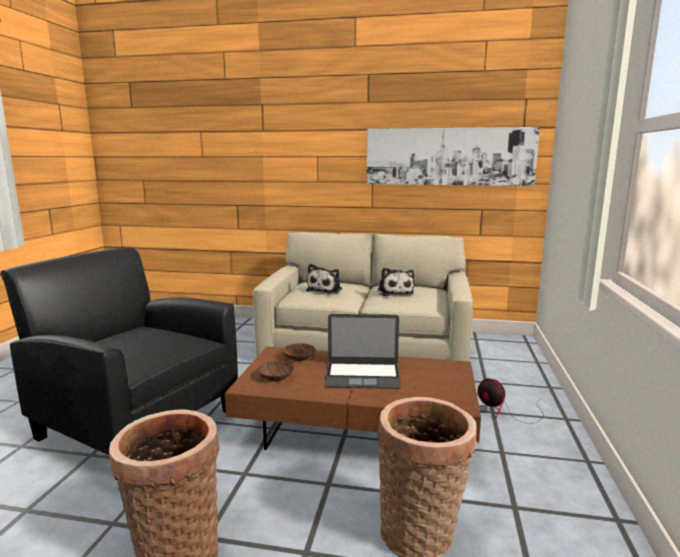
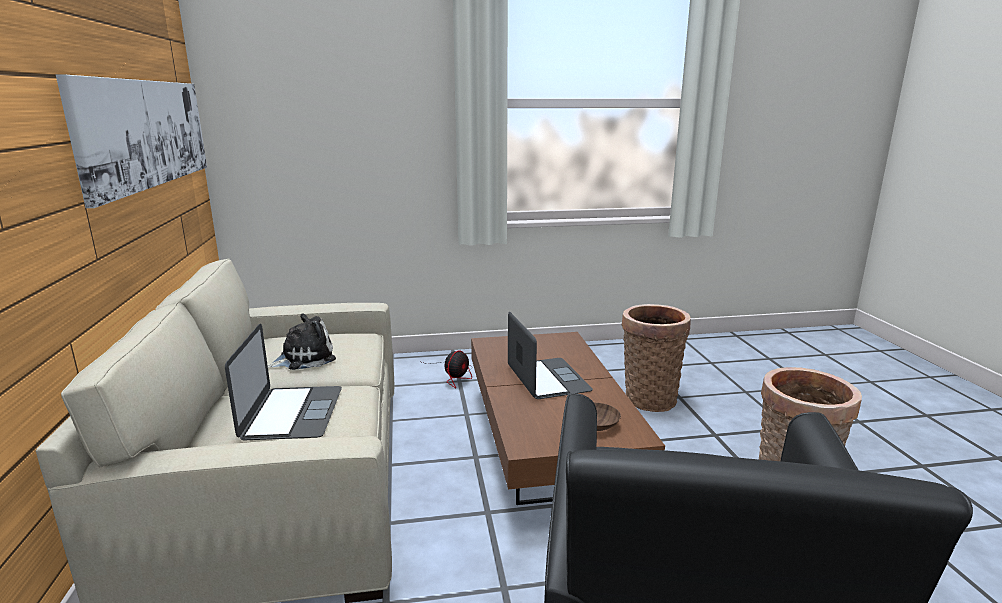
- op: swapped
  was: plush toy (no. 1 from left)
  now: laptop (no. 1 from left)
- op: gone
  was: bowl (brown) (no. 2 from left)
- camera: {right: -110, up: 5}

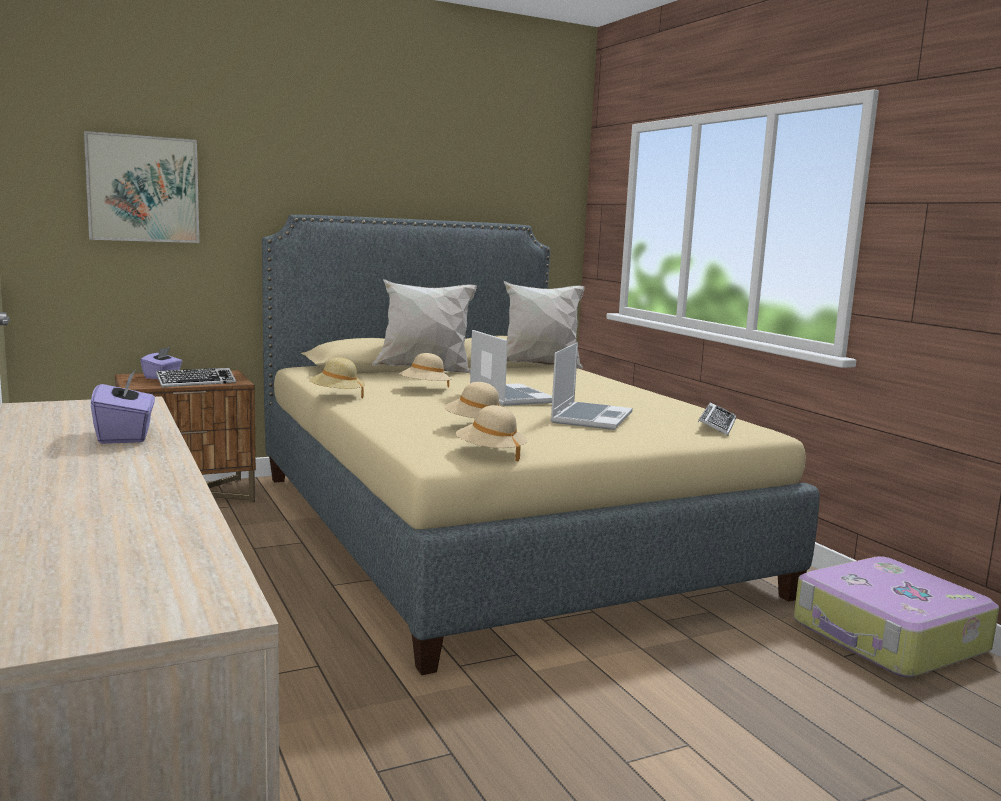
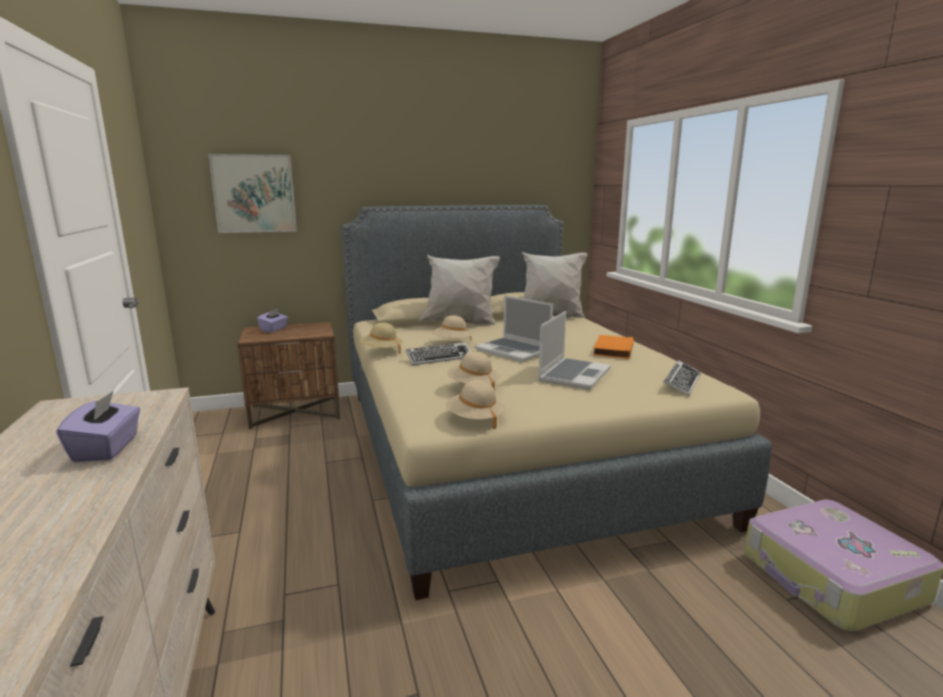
- op: shifted
  was: keyboard (no. 1 from left)
- op: rotated
  was: laptop (no. 1 from left)
  clockwise: 150
- op: new
  now: book (orange)
- camera: {right: 10, up: 5}

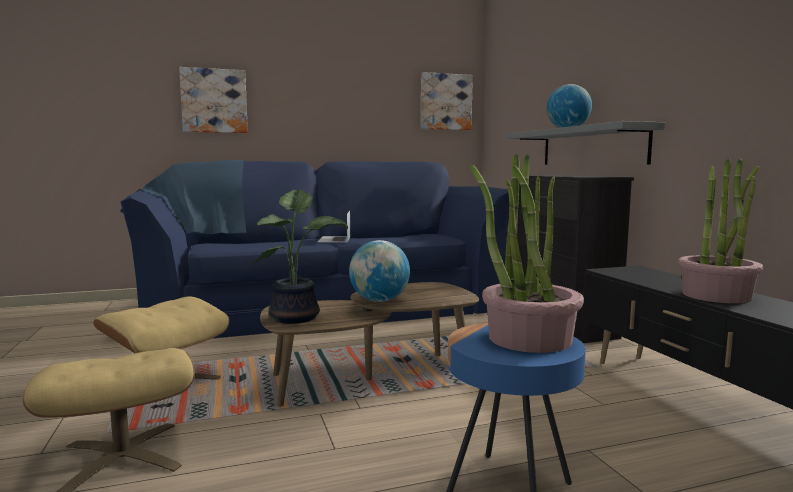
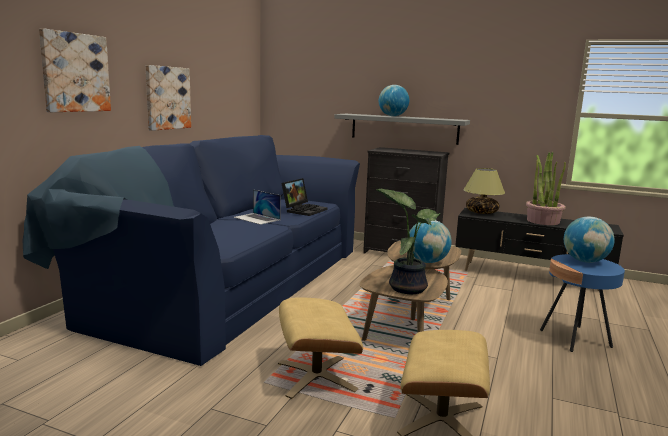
- op: shifted
  was: picture (no. 2 from left)
- op: new
  now: laptop (no. 2 from left)
- op: new
  now: table lamp
- op: swapped
  was: potted plant (no. 2 from left)
  now: globe (no. 3 from left)
- camera: {right: -50, up: 5}

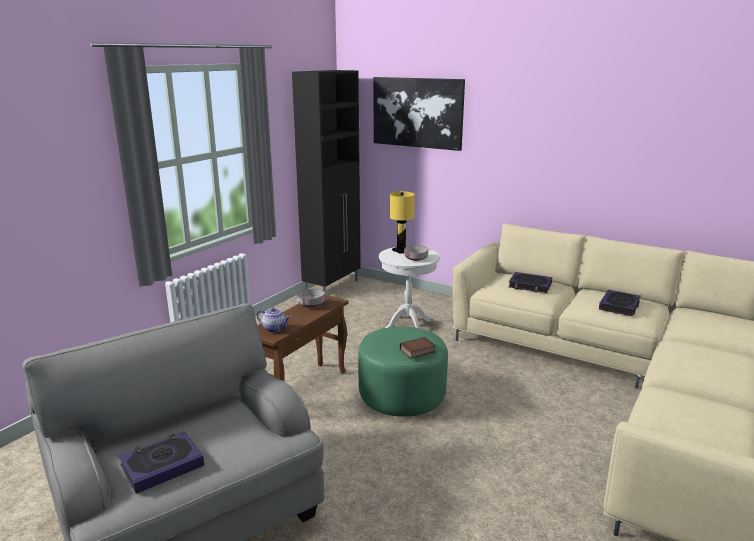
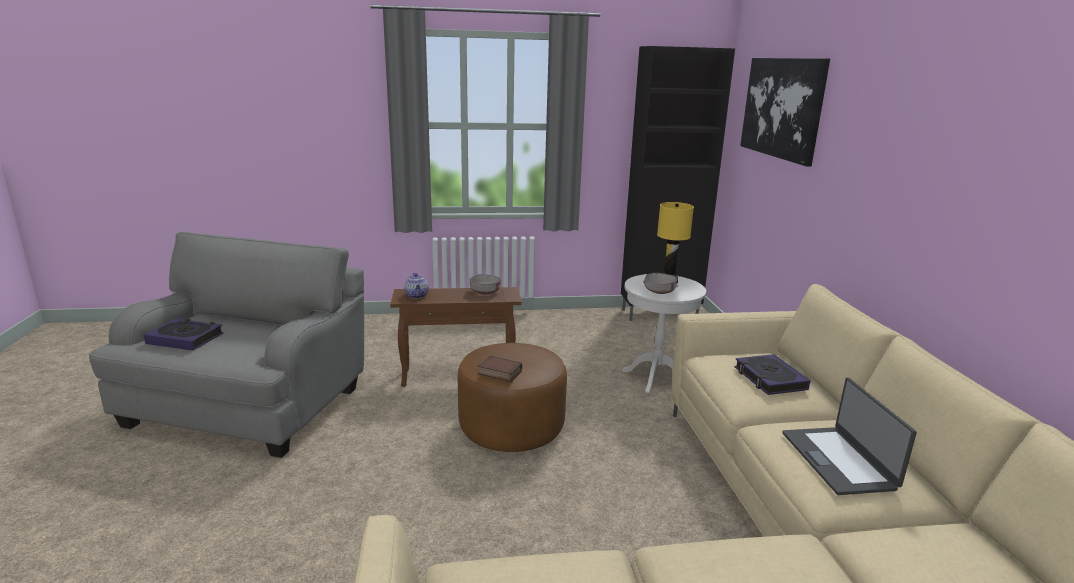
- op: repainted
  was: ottoman (green)
  now: ottoman (brown)
- op: swapped
  was: book (no. 4 from left)
  now: laptop
- camera: {right: 50, up: 0}

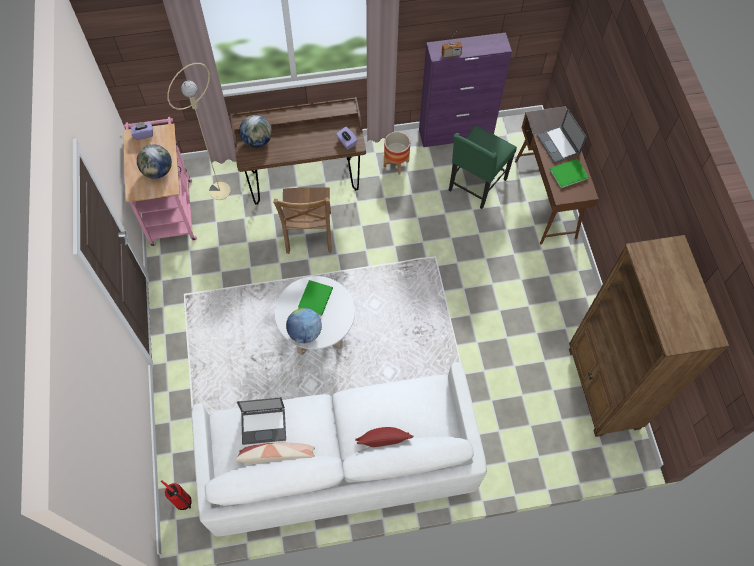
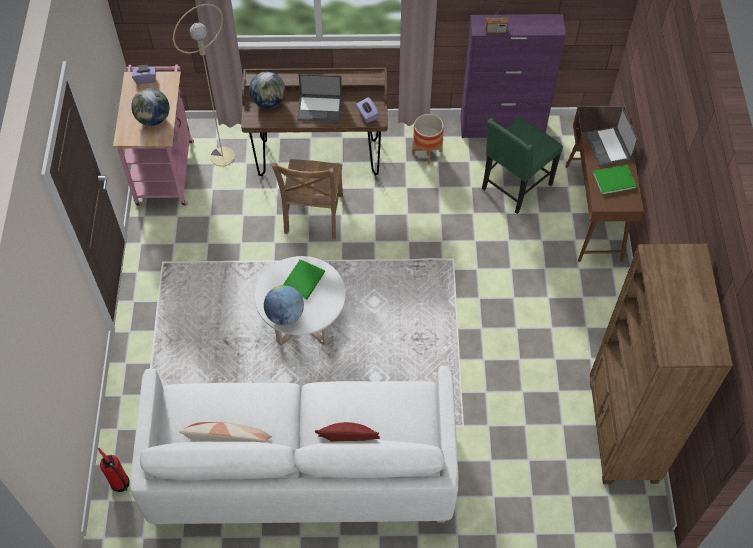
- op: shifted
  was: laptop (no. 1 from left)
- camera: {right: 10, up: -5}

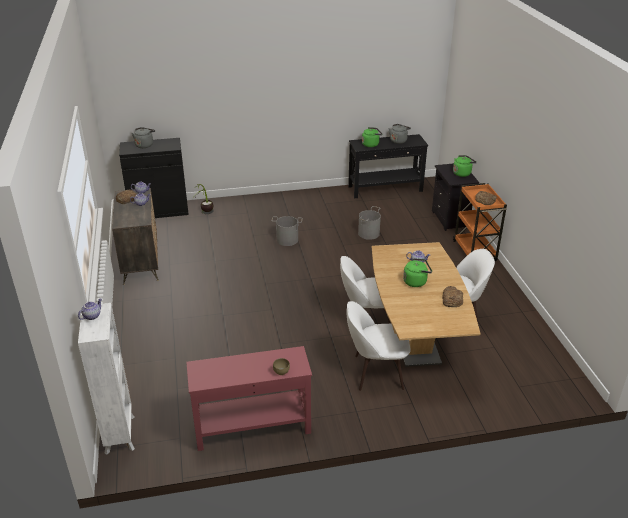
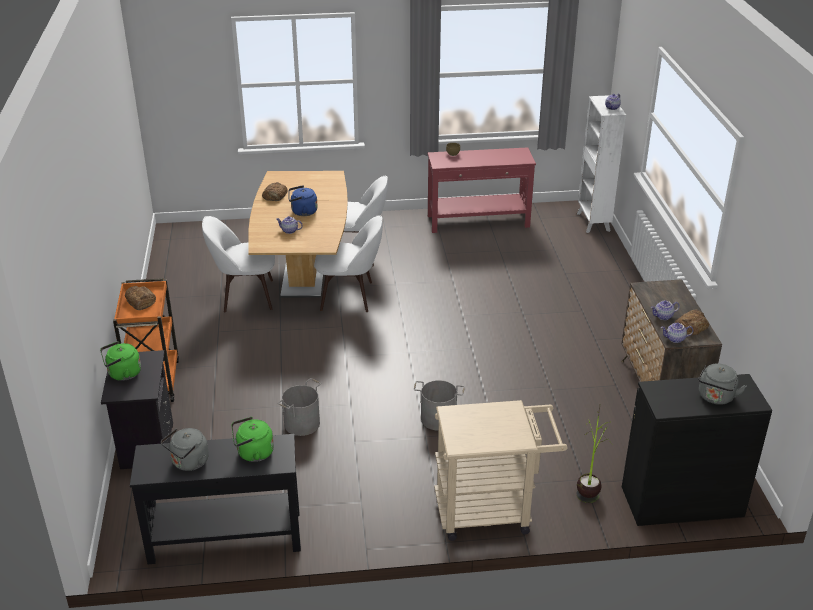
- op: repainted
  was: kettle (green) (no. 2 from left)
  now: kettle (blue)
- op: new
  now: cart (beige)
- camera: {right: -175, up: 0}

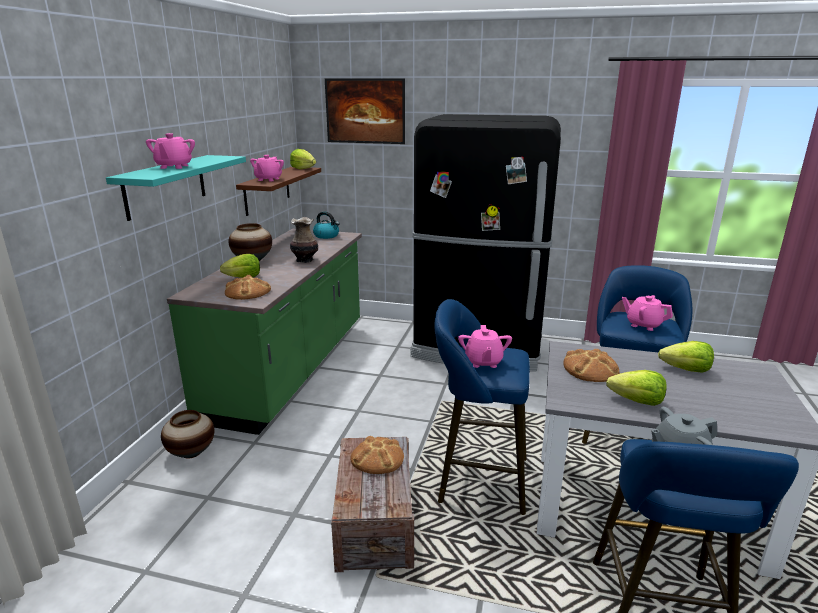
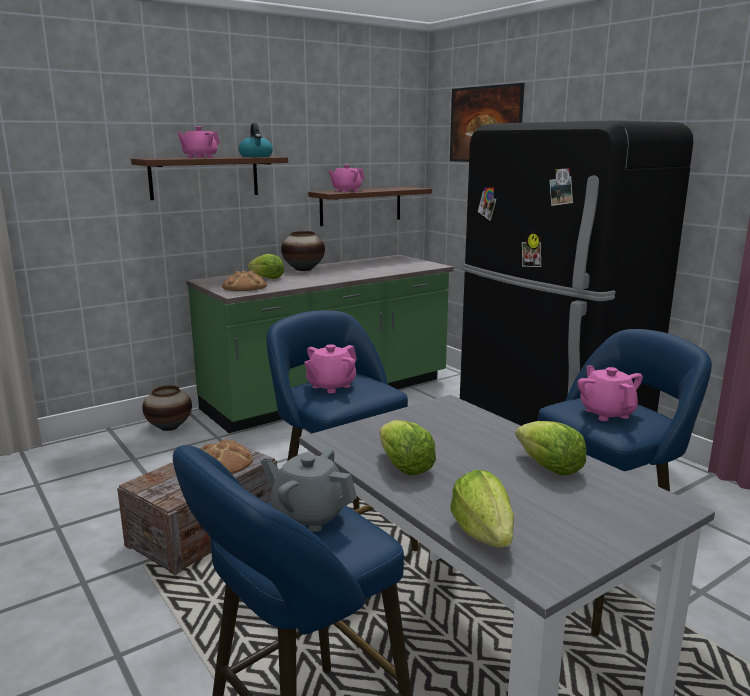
- op: repainted
  was: shelf (turquoise)
  now: shelf (brown) (no. 1 from left)
- op: shifted
  was: kettle
- op: shifted
  was: lettuce (no. 2 from left in the first image)
  now: lettuce (no. 3 from left)
- op: gone
  was: vase (no. 3 from left)
- op: gone
  was: bread (no. 3 from left)
- camera: {right: 40, up: -5}

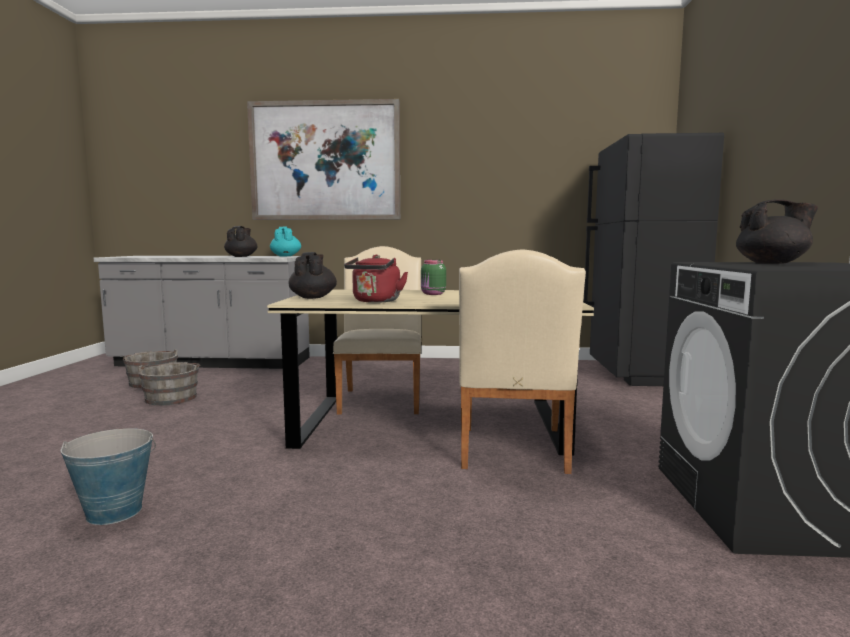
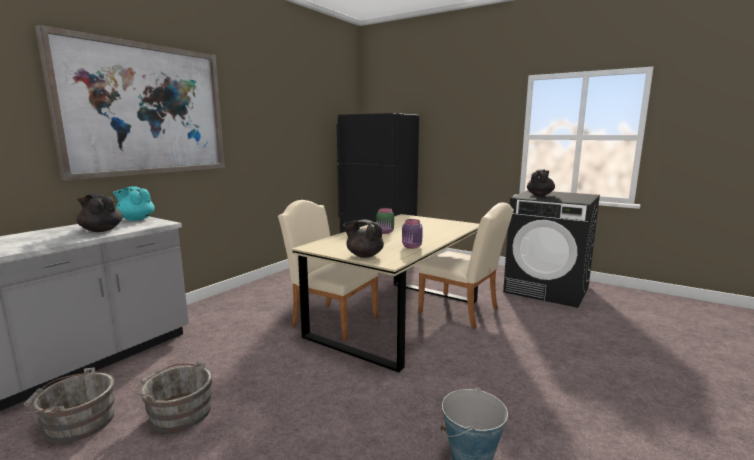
- op: swapped
  was: kettle (red)
  now: jar (purple)
- camera: {right: -60, up: 5}

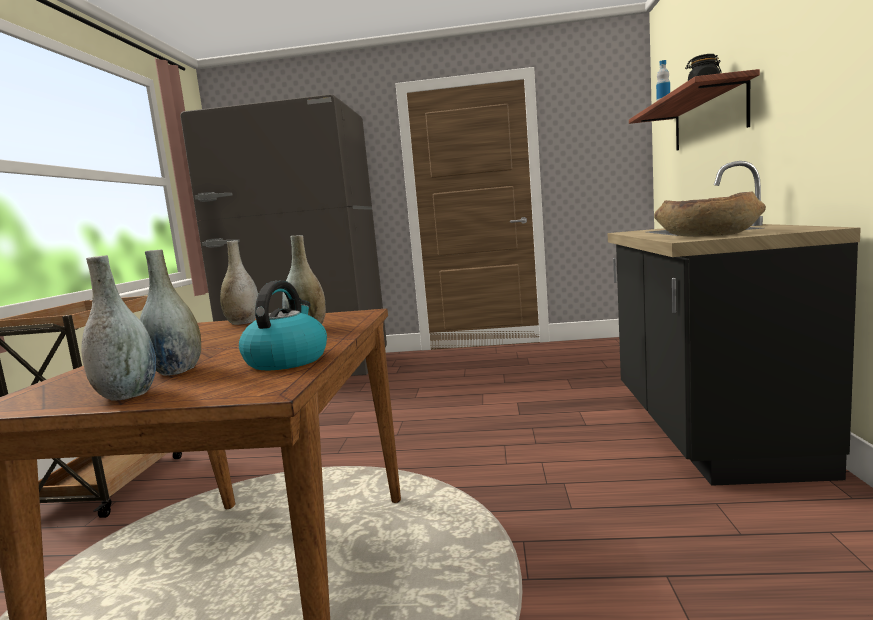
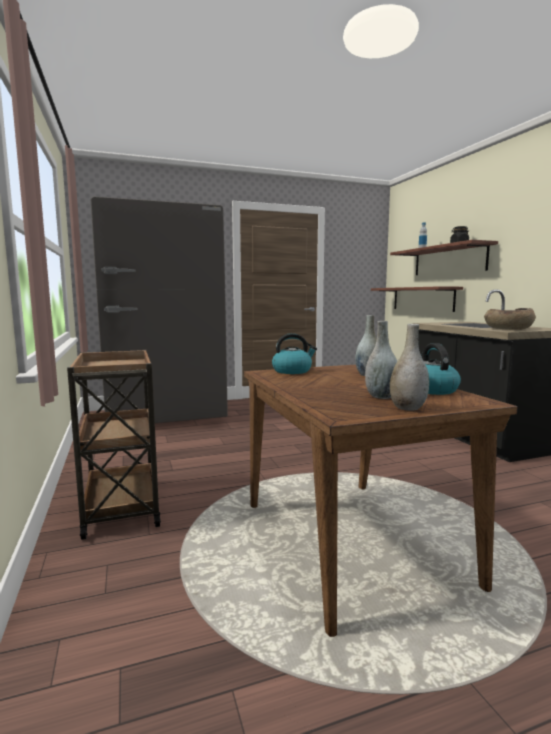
- op: swapped
  was: vase (grey) (no. 3 from left)
  now: kettle (no. 1 from left)
- op: new
  now: shelf (no. 1 from left)
- camera: {right: -25, up: 0}

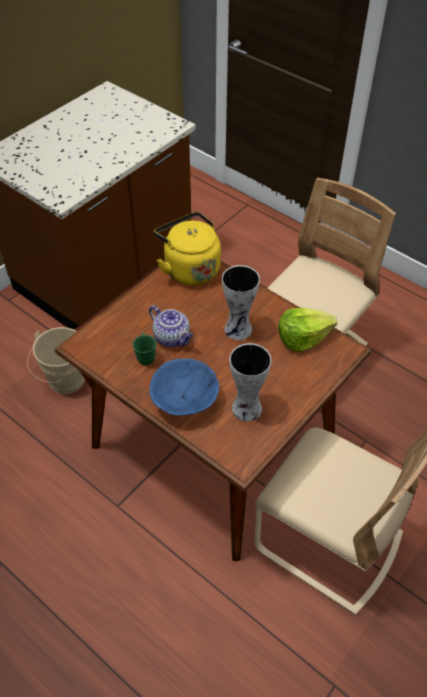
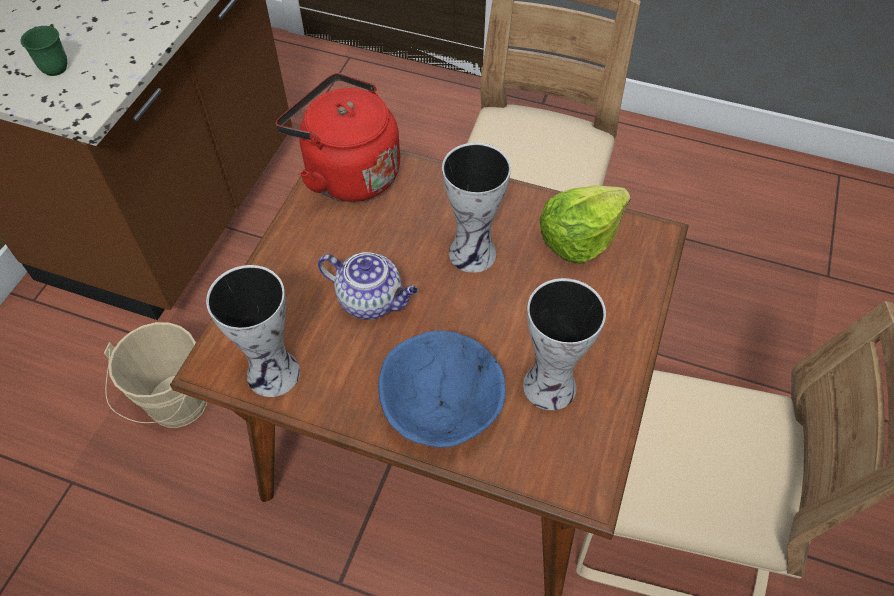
- op: shifted
  was: mug (green)
- op: new
  now: vase (no. 1 from left)
- op: repainted
  was: kettle (yellow)
  now: kettle (red)
- camera: {right: -20, up: 5}

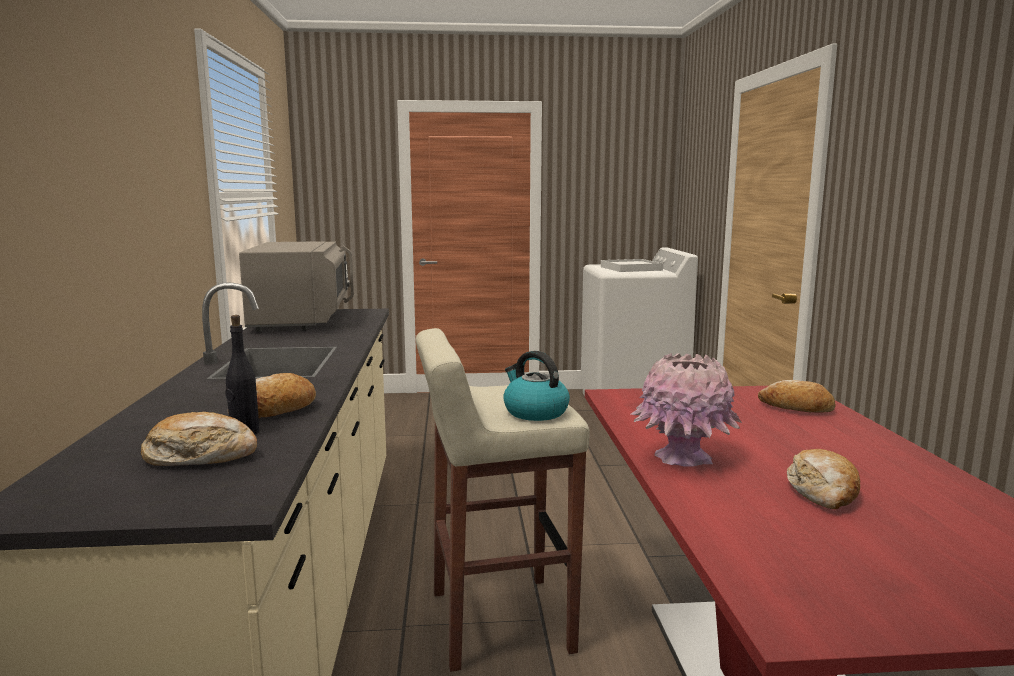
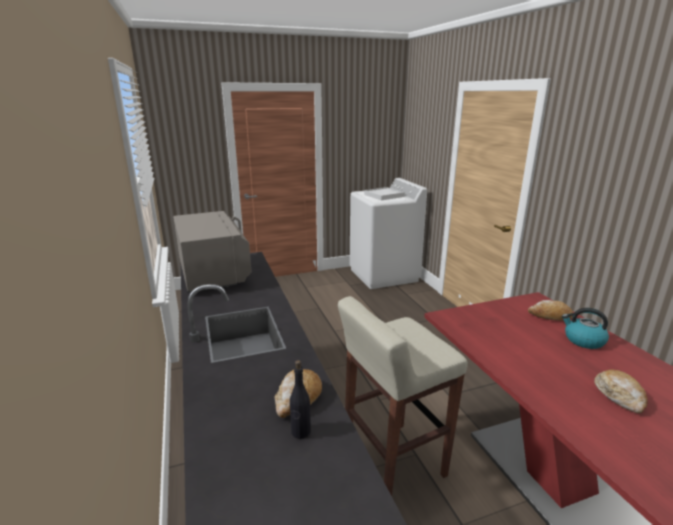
- op: shifted
  was: kettle
- op: gone
  was: bread (no. 1 from left)
- op: gone
  was: vase (pink)
- camera: {right: -15, up: 10}

